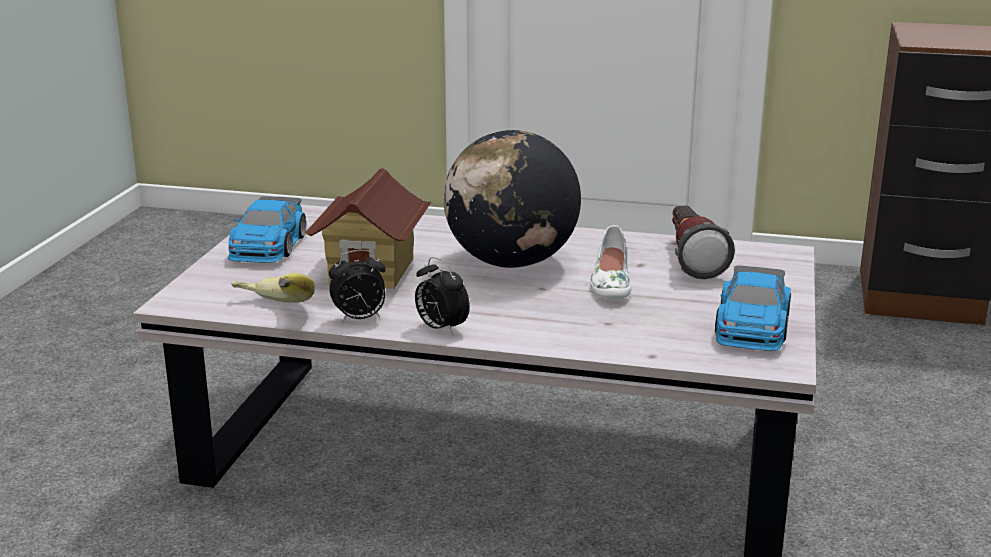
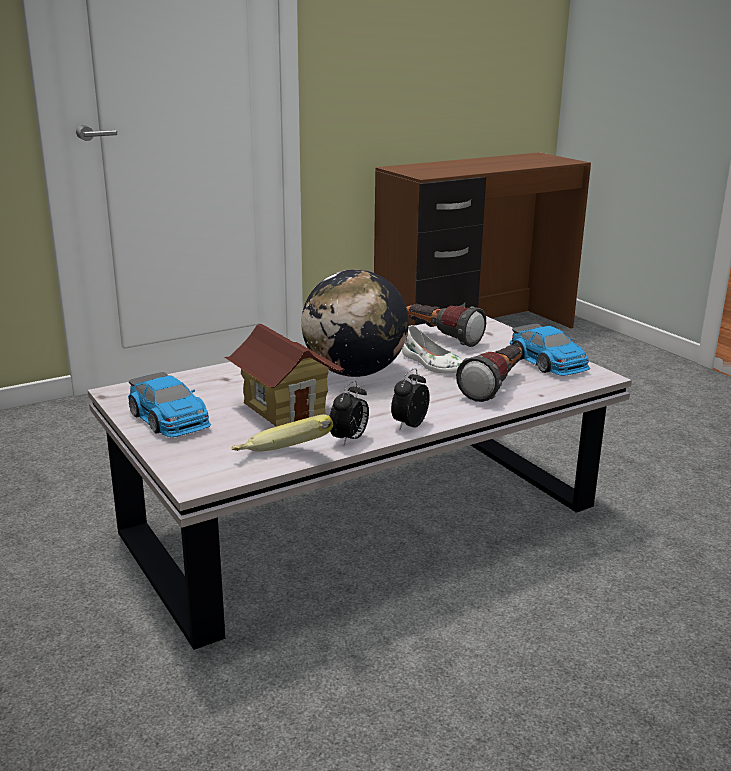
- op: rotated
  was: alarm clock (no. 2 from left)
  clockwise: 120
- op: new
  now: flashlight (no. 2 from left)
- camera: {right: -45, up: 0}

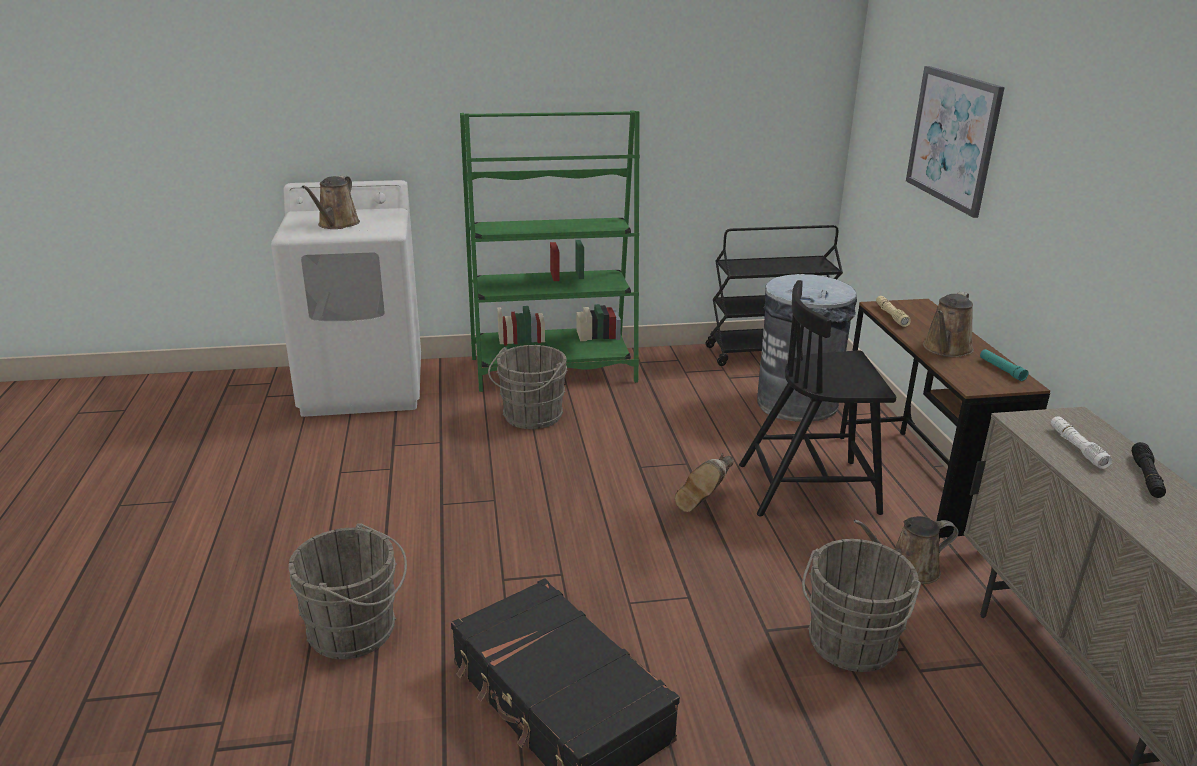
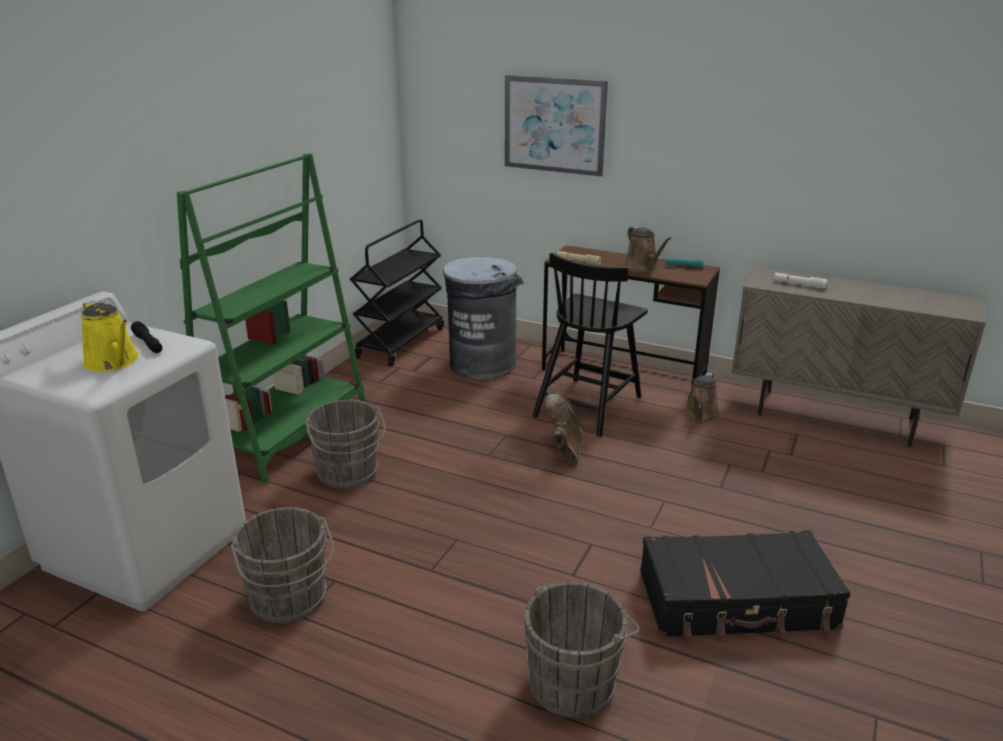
- op: repainted
  was: watering can (brown) (no. 1 from left)
  now: watering can (yellow)
- op: shifted
  was: flashlight (black)
- op: shifted
  was: bucket (grey) (no. 3 from left in the first image)
  now: bucket (grey) (no. 1 from left)
- op: rotated
  was: boot (brown)
  clockwise: -150
- camera: {right: -55, up: 0}

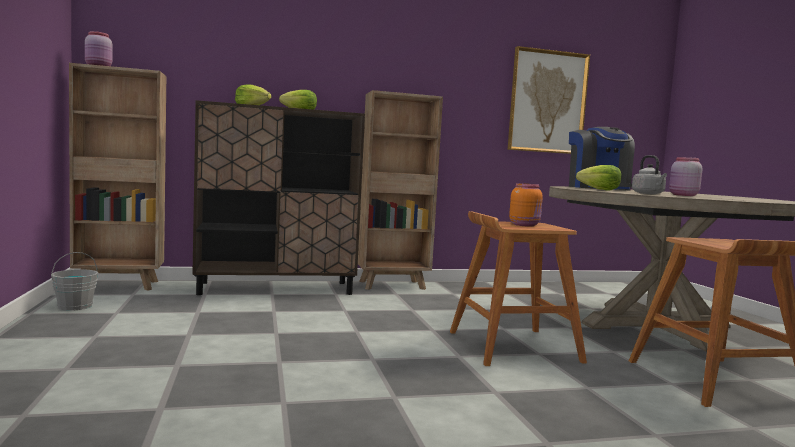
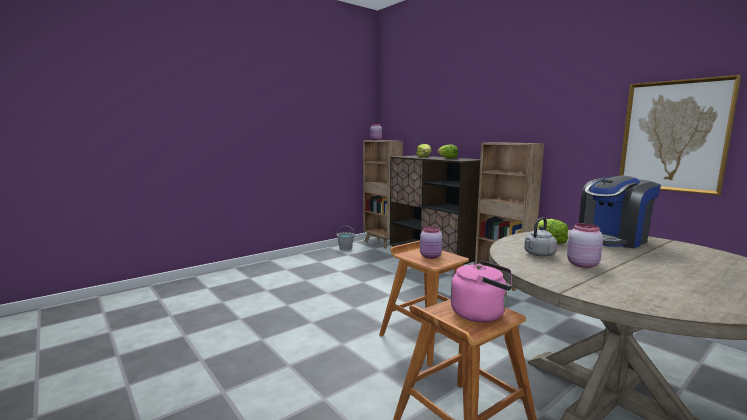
- op: repainted
  was: jar (orange)
  now: jar (pink) (no. 2 from left)
- op: new
  now: kettle (pink)
- camera: {right: 65, up: 5}

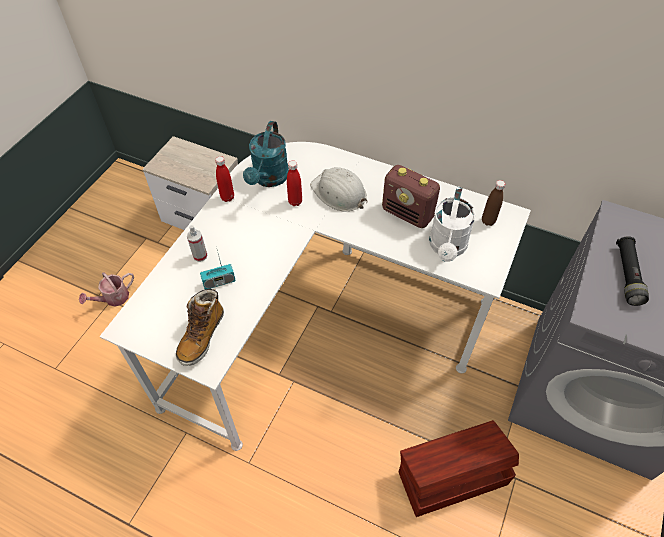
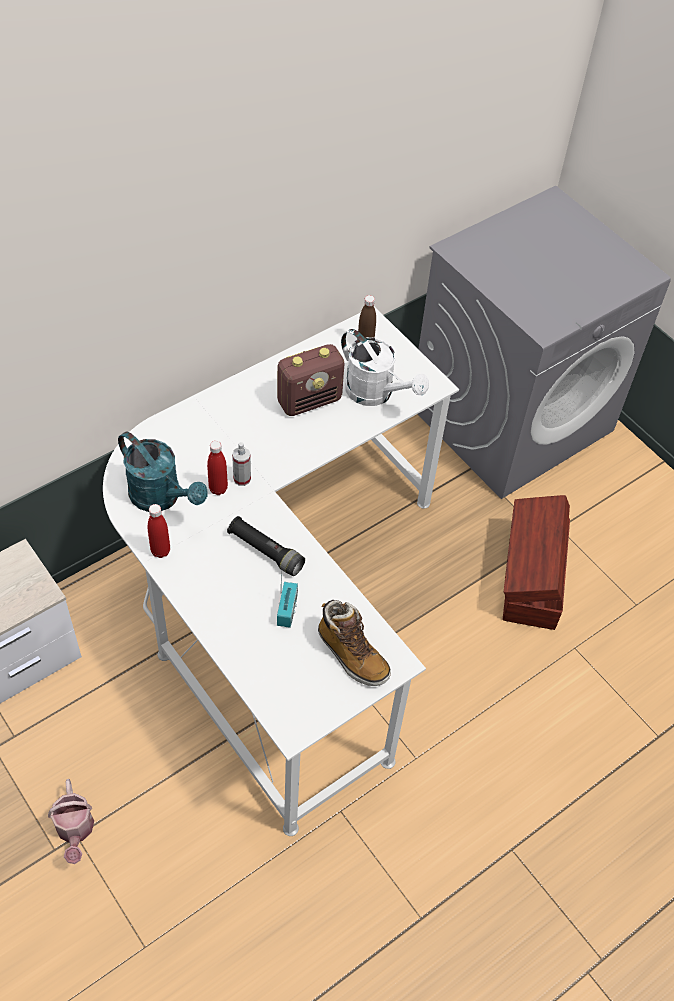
- op: shifted
  was: flashlight (black)
- op: shifted
  was: spray bottle
- op: gone
  was: hard hat (white)
- camera: {right: -65, up: 0}

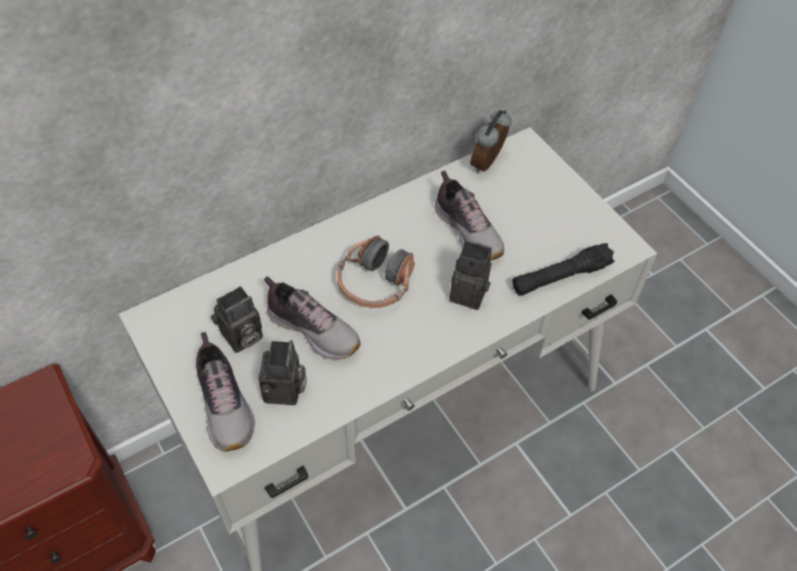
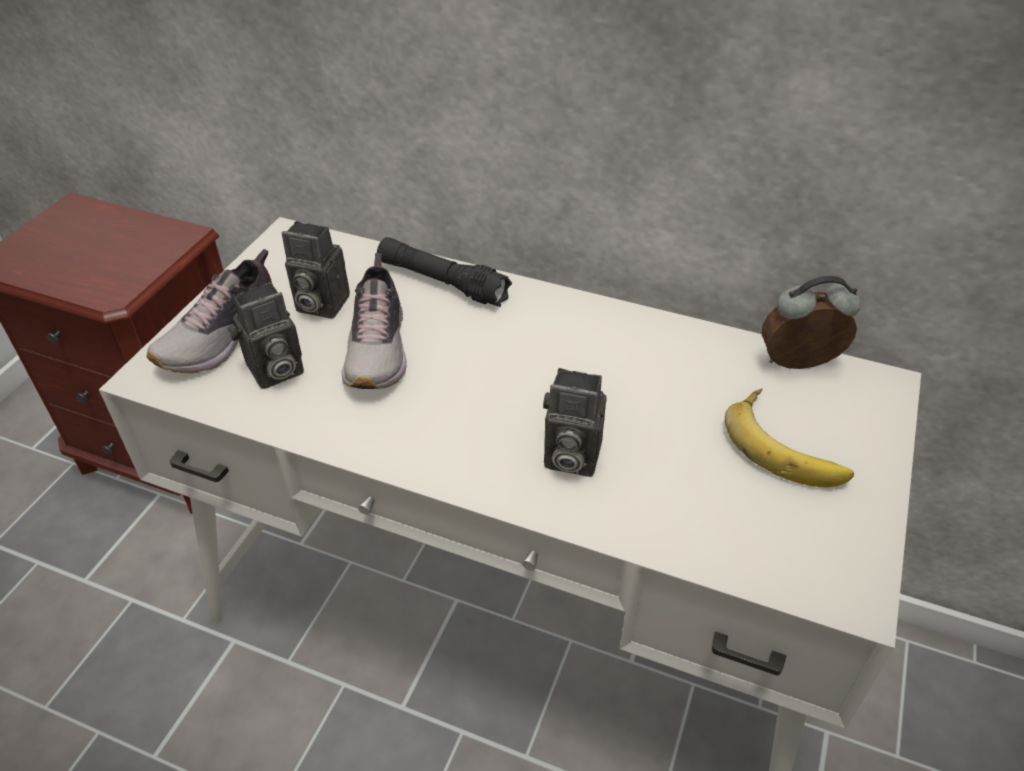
- op: shifted
  was: flashlight (black)
- op: rotated
  was: photo camera (no. 3 from left)
  clockwise: 120
- op: new
  now: banana
- op: gone
  was: headphones
- op: gone
  was: shoe (no. 3 from left)
- camera: {right: 55, up: -10}

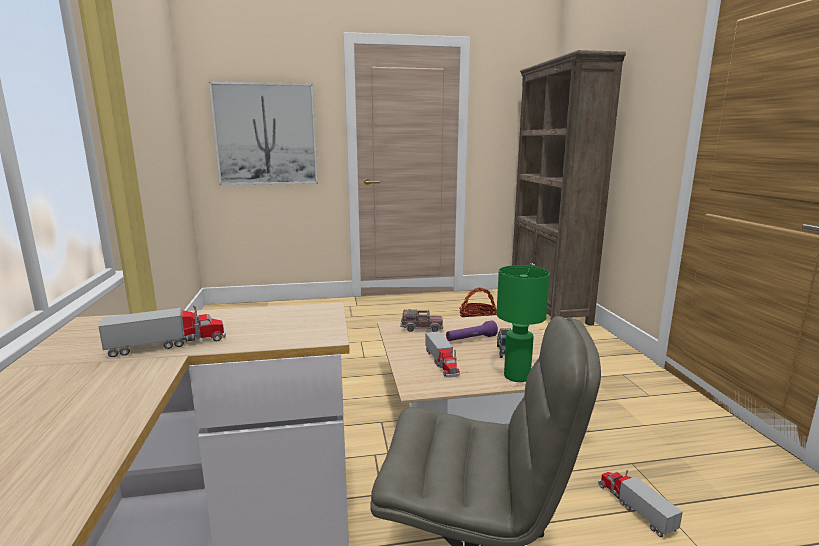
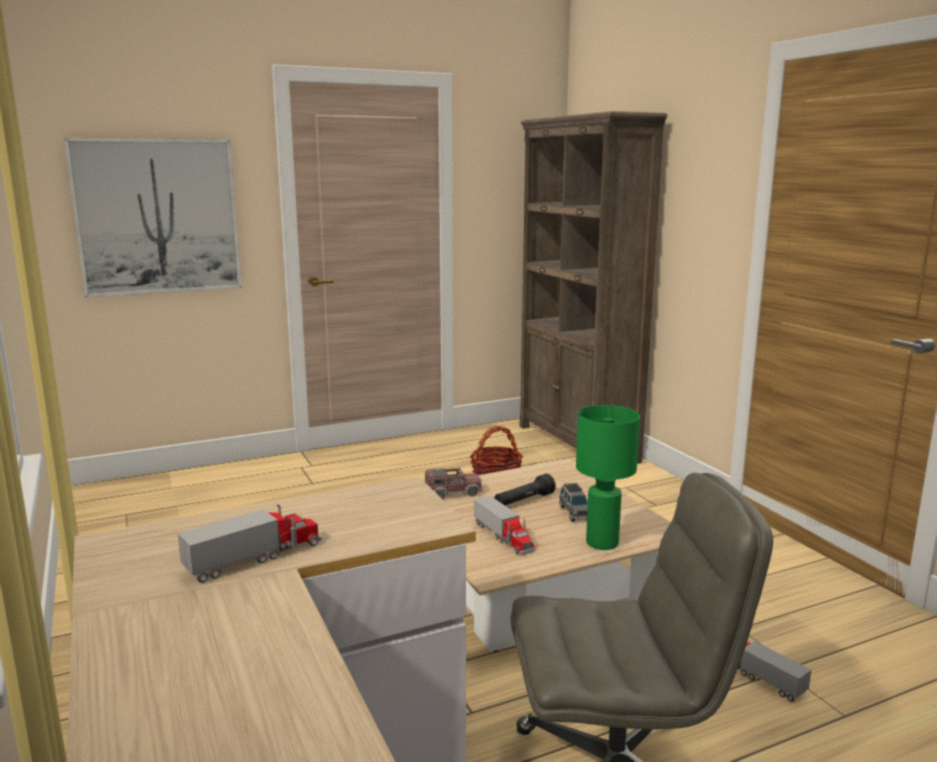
- op: repainted
  was: flashlight (purple)
  now: flashlight (black)
- camera: {right: -15, up: 0}

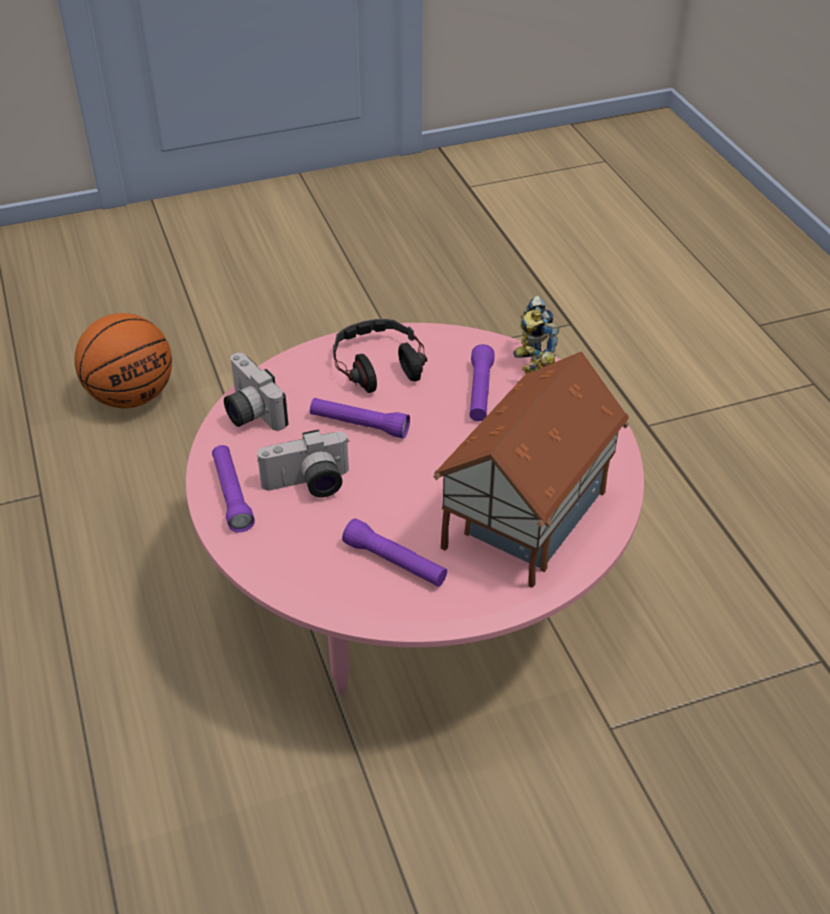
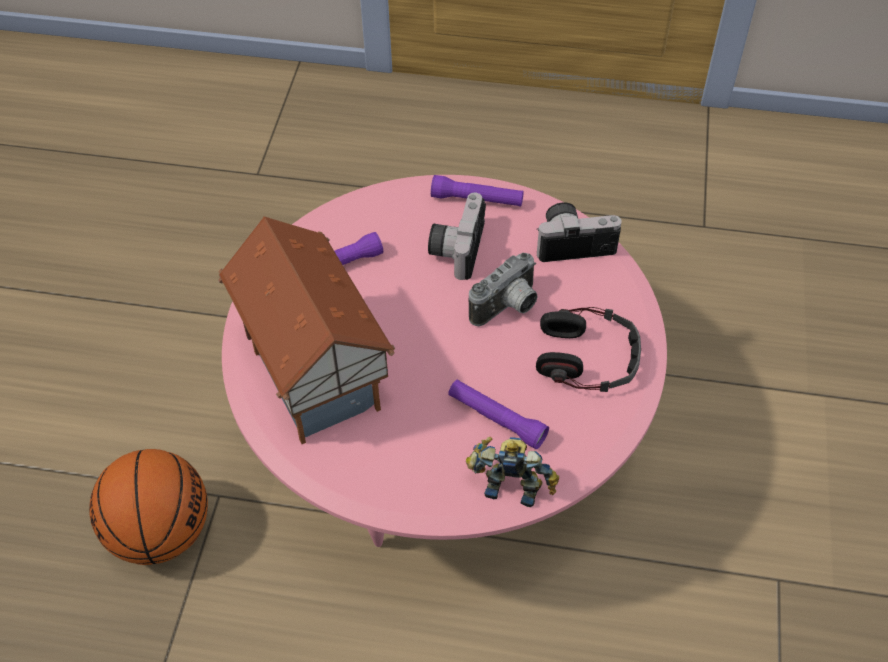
- op: shifted
  was: basketball
- op: swapped
  was: flashlight (purple) (no. 2 from left)
  now: photo camera (no. 2 from left)
- camera: {right: 120, up: 10}

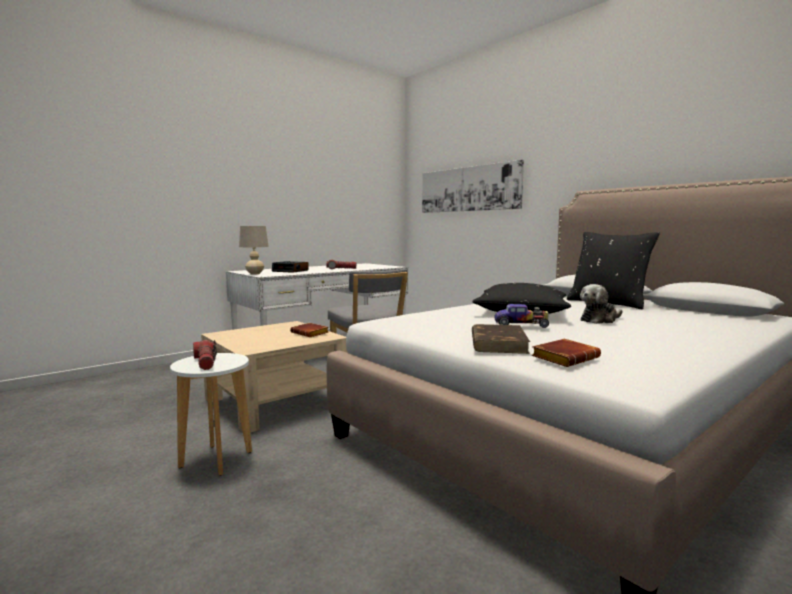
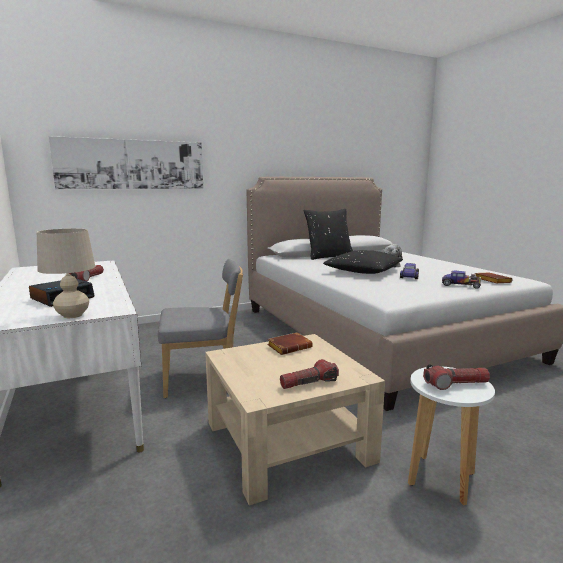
- op: new
  now: flashlight (no. 2 from left)
- op: swapped
  was: book (brown) (no. 2 from left)
  now: toy car (no. 2 from left)
- camera: {right: -75, up: 5}

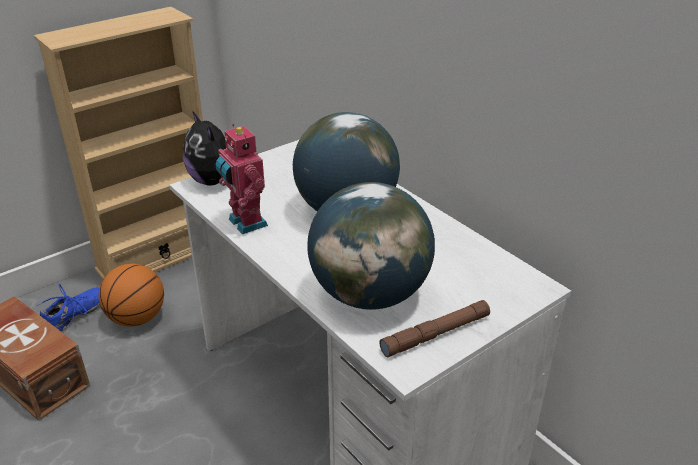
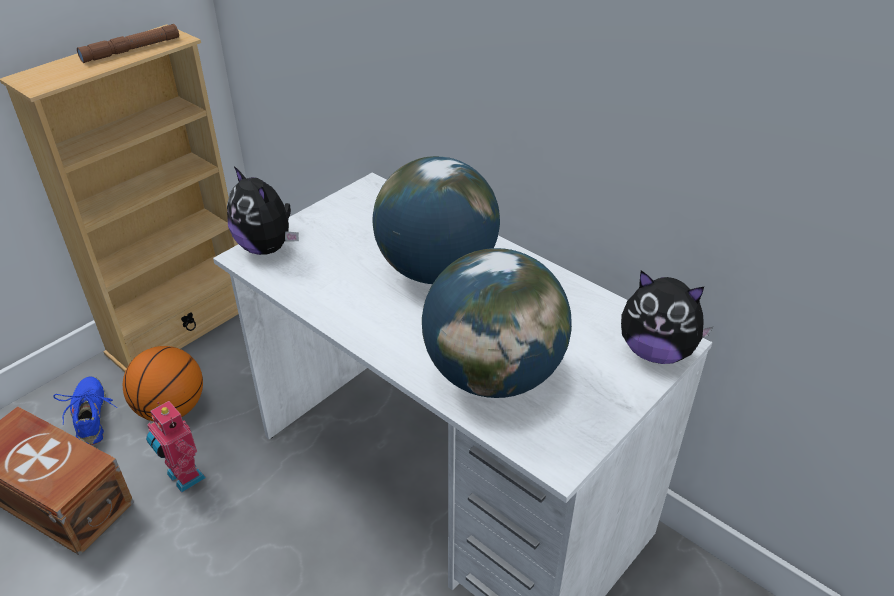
- op: rotated
  was: shoe (blue)
  clockwise: -45
- op: shifted
  was: flashlight (brown)
- op: shifted
  was: toy robot
- op: new
  now: plush toy (no. 2 from left)
- camera: {right: -10, up: 5}

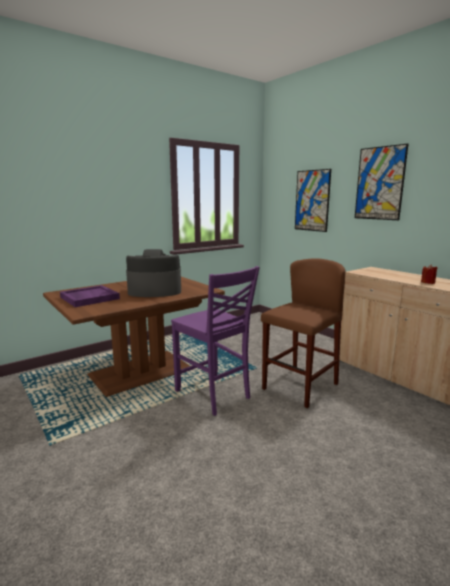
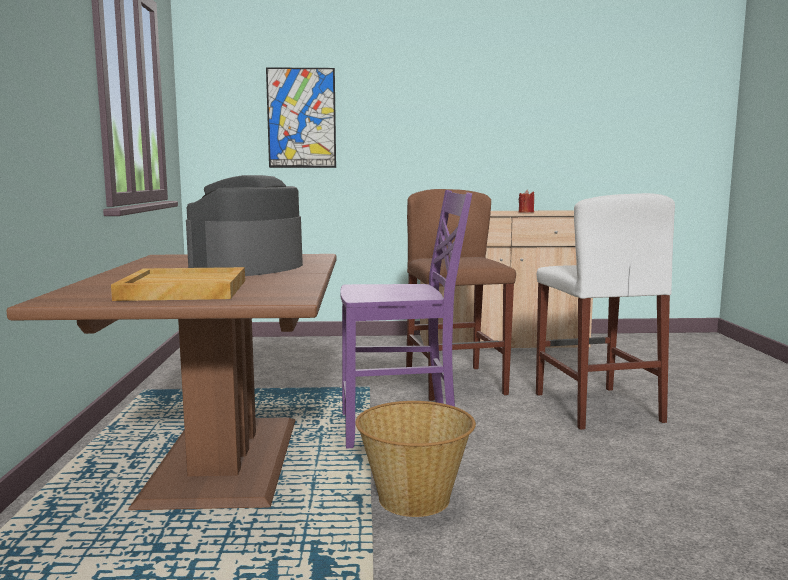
- op: repainted
  was: tray (purple)
  now: tray (beige)
- op: new
  now: basket
- op: new
  now: stool (white)
- op: gone
  was: picture (no. 2 from left)
- camera: {right: -55, up: -5}

